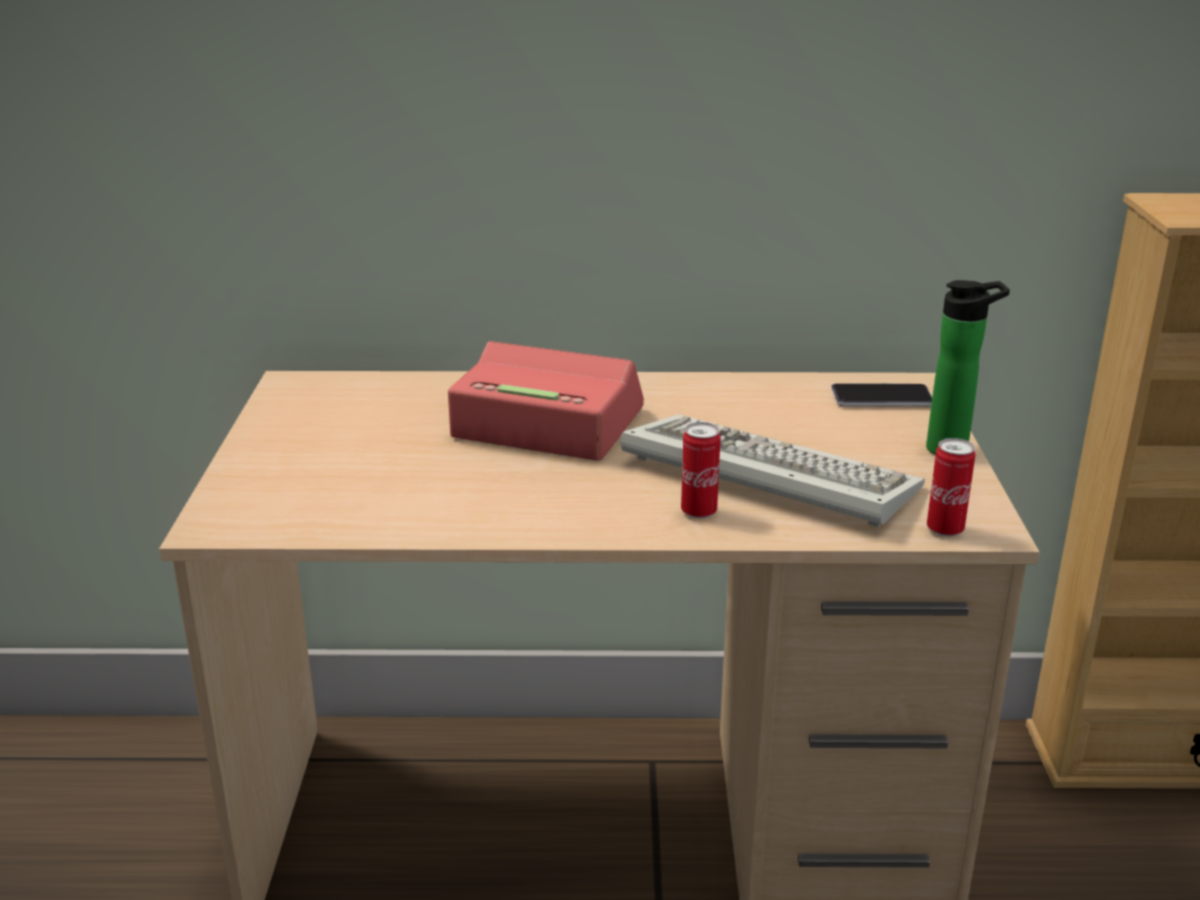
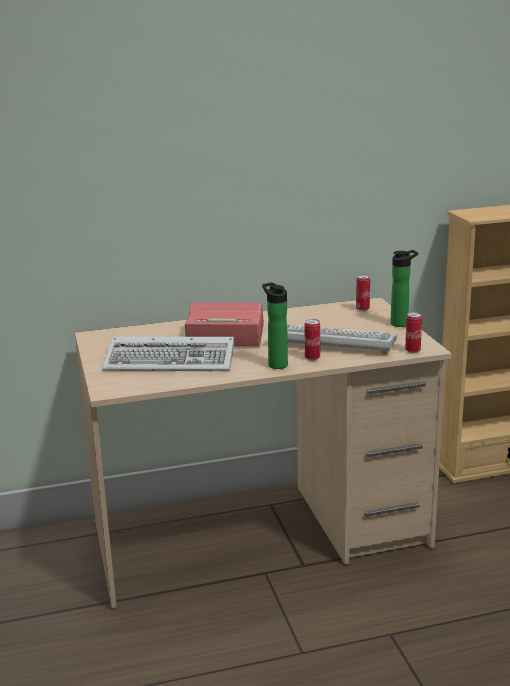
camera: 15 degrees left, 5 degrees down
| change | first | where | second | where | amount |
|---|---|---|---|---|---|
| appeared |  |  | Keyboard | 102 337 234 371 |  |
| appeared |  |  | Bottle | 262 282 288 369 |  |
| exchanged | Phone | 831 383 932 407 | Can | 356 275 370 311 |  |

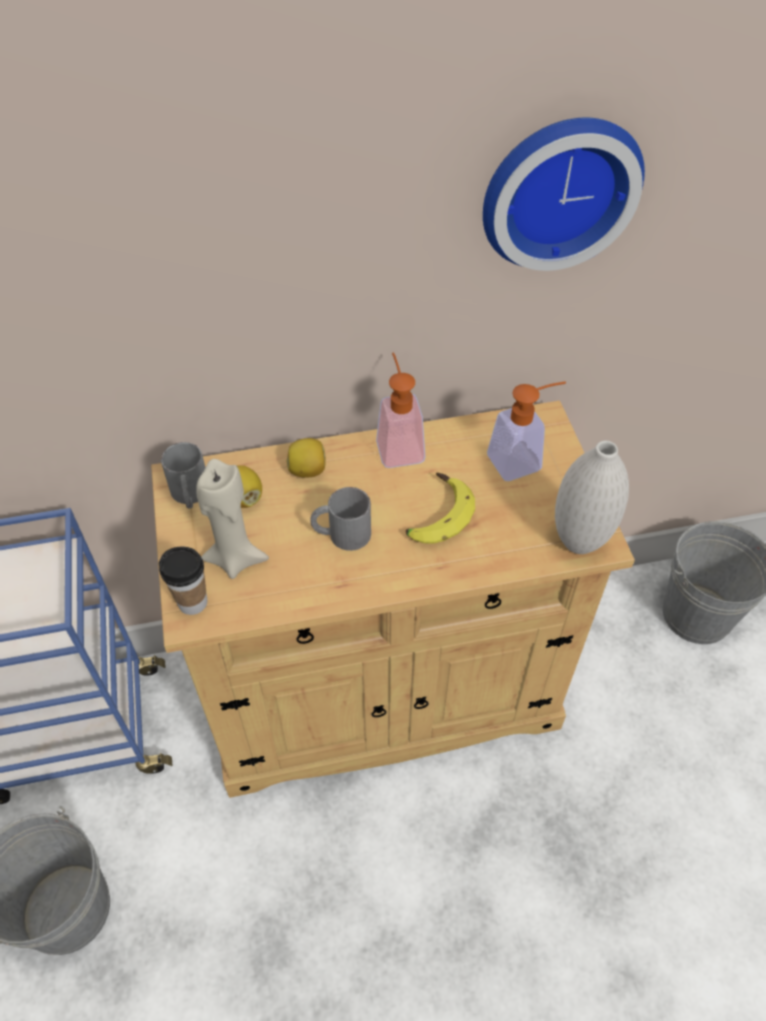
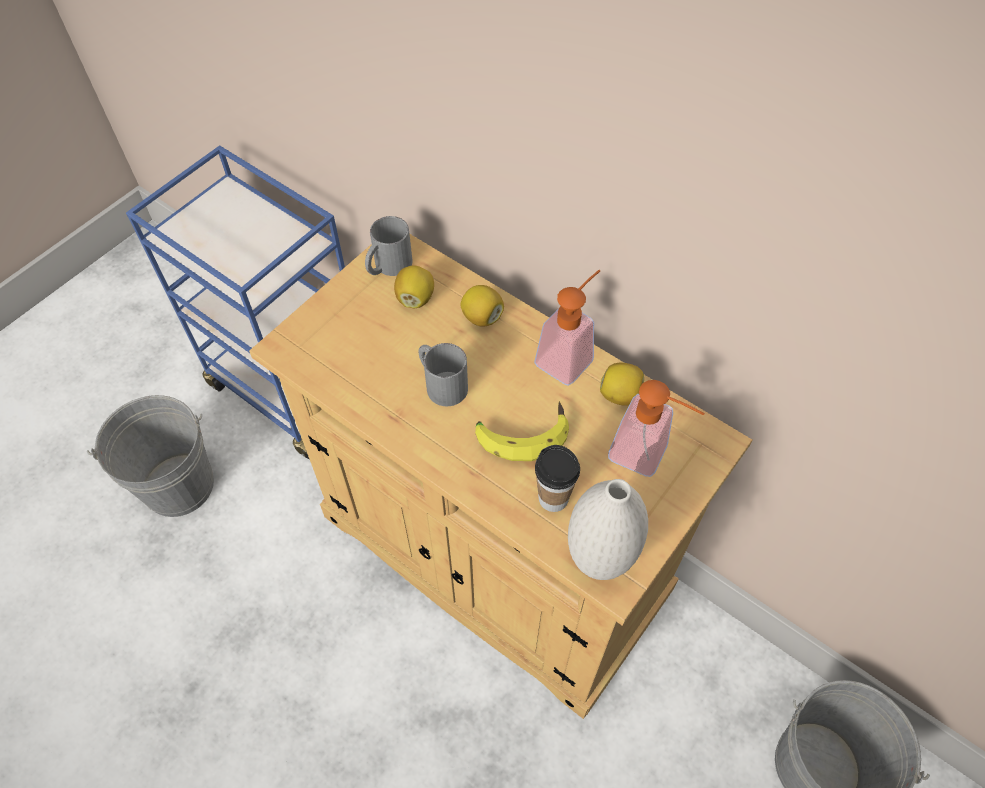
camera: 50 degrees right, 5 degrees up
| change | first | where | second | where | amount |
|---|---|---|---|---|---|
| relocated | Cup | 159 547 207 615 |  | 535 445 580 512 |  |
| appeared |  |  | Lemon | 600 363 644 406 |  |
| missing | BeigeCandle | 196 459 269 579 |  |  |  |
| missing | WallClock | 483 118 645 271 |  |  |  |

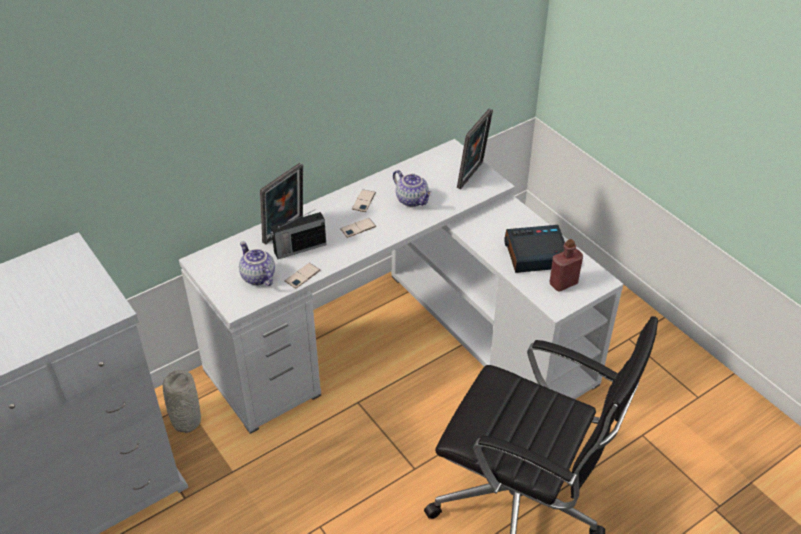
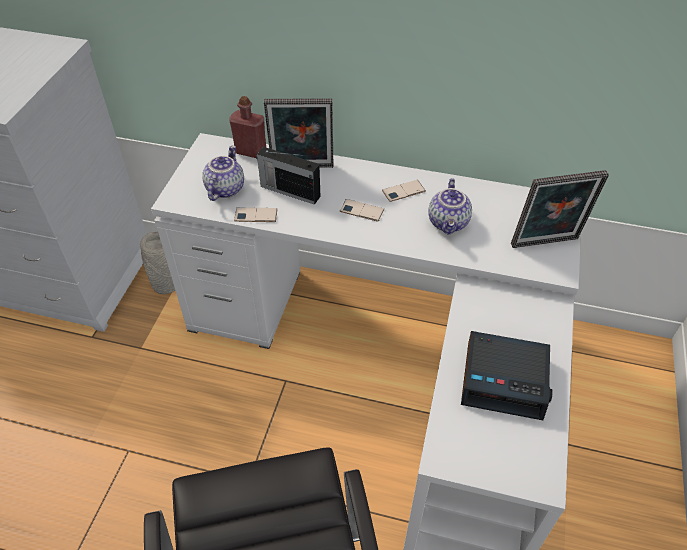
camera: 50 degrees right, 5 degrees up
| change | first | where | second | where | amount |
|---|---|---|---|---|---|
| relocated | RedBottle | 550 239 583 292 |  | 229 96 266 158 |  |
| spun | AlarmClock | 504 225 565 273 |  | 461 331 553 420 | 150 degrees clockwise |

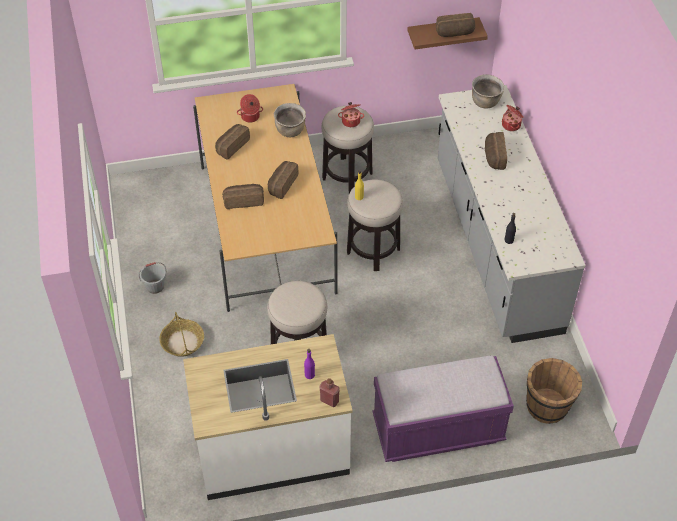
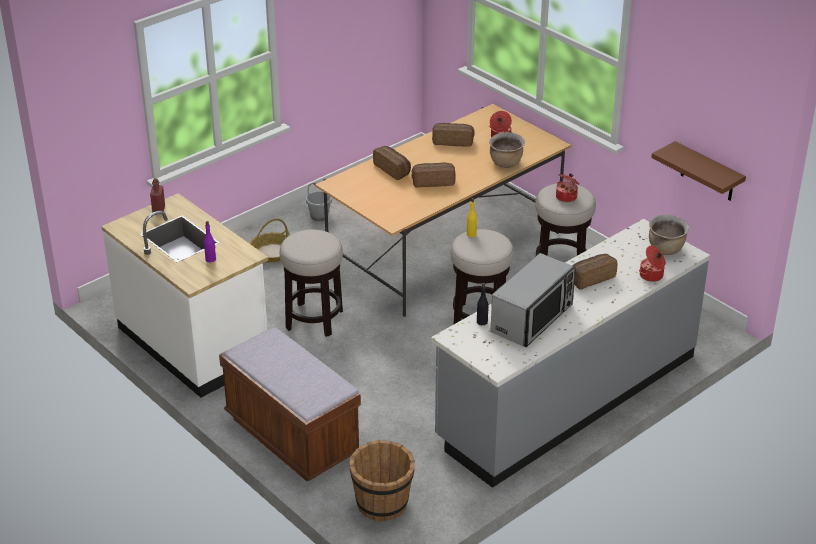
camera: 60 degrees right, 15 degrees down
| change | first | where | second | where | amount |
|---|---|---|---|---|---|
| relocated | RedBottle | 320 378 340 407 |  | 150 178 165 213 |  |
| colour | PurpleBench | 372 355 514 462 | BrownBench | 219 327 361 481 |  |
| appeared |  |  | Microwave | 491 253 576 347 |  |
| missing | Bread | 436 13 475 37 |  |  |  |

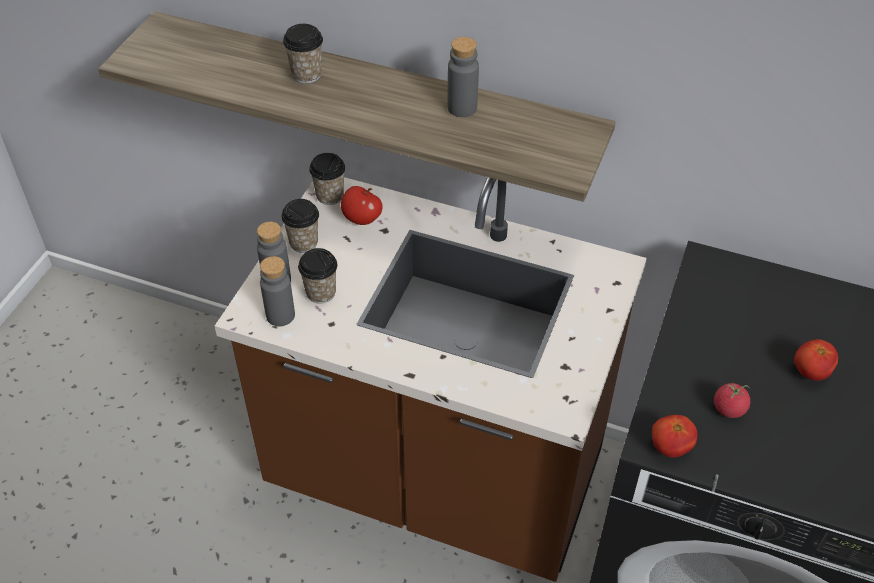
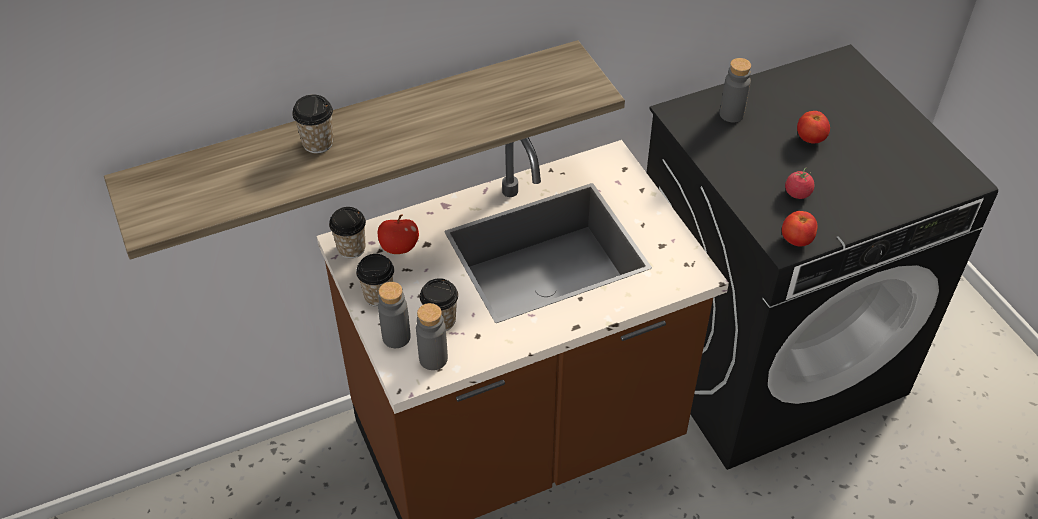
camera: 45 degrees left, 0 degrees up
| change | first | where | second | where | amount |
|---|---|---|---|---|---|
| relocated | GreyBottle | 447 37 479 117 |  | 720 58 751 122 |  |

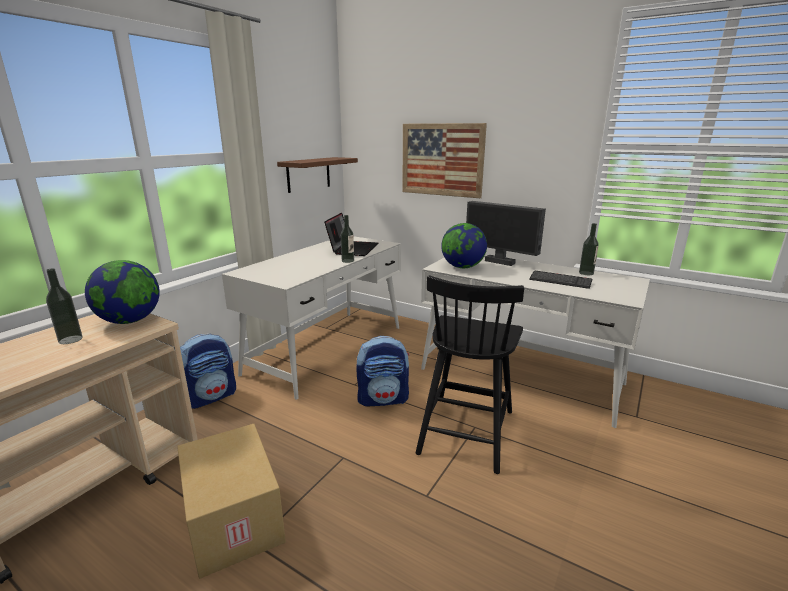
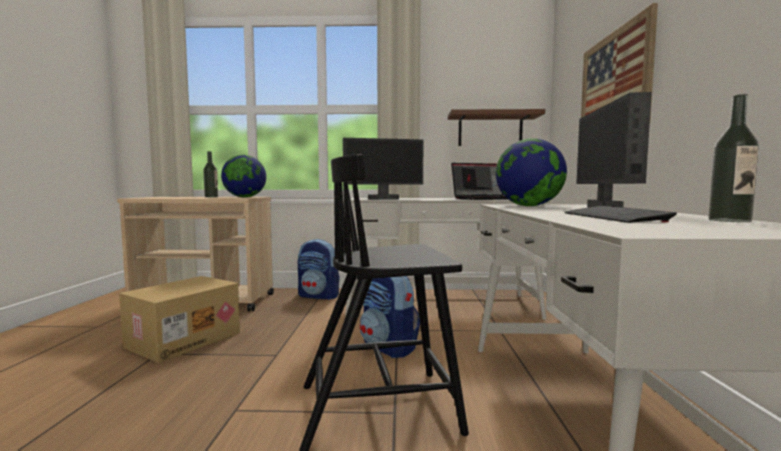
camera: 60 degrees right, 15 degrees down
| change | first | where | second | where | amount |
|---|---|---|---|---|---|
| appeared |  |  | Monitor | 343 138 424 200 |  |
| missing | Bottle | 341 215 354 263 |  |  |  |

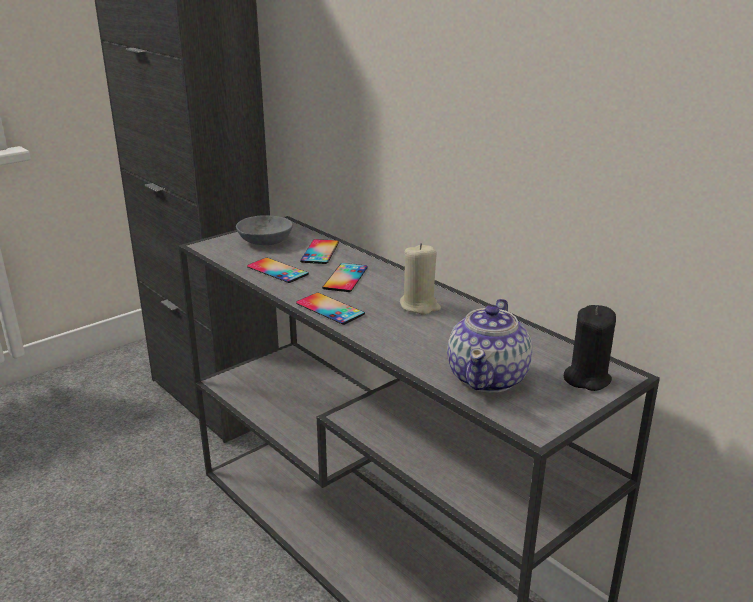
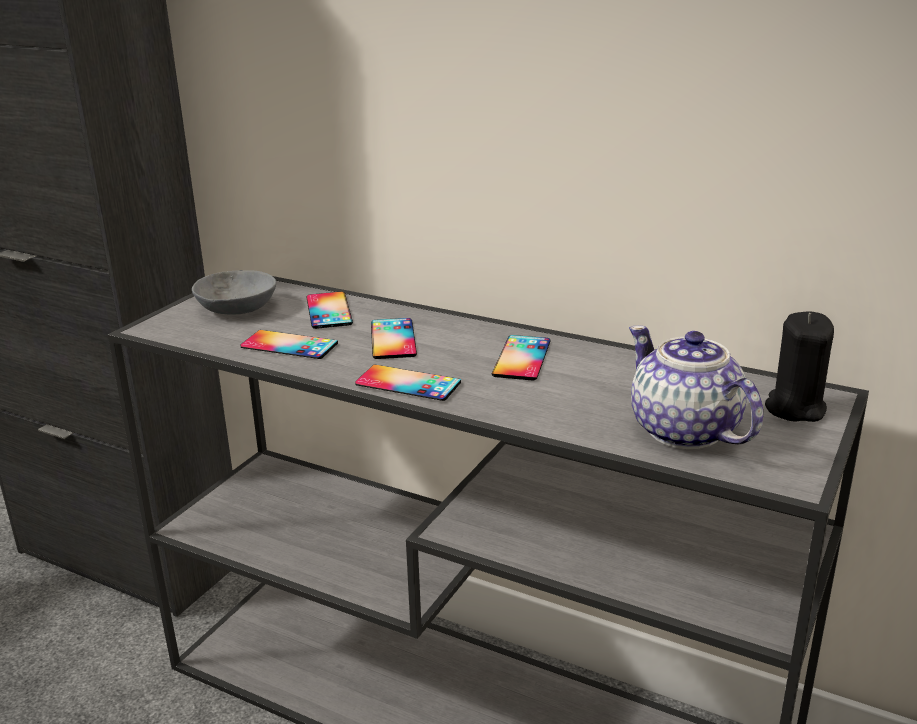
camera: 20 degrees left, 0 degrees up
| change | first | where | second | where | amount |
|---|---|---|---|---|---|
| exchanged | BeigeCandle | 400 243 441 315 | Phone | 492 335 551 381 |  |
| spun | Teapot | 447 299 532 393 |  | 629 326 763 449 | 150 degrees clockwise |

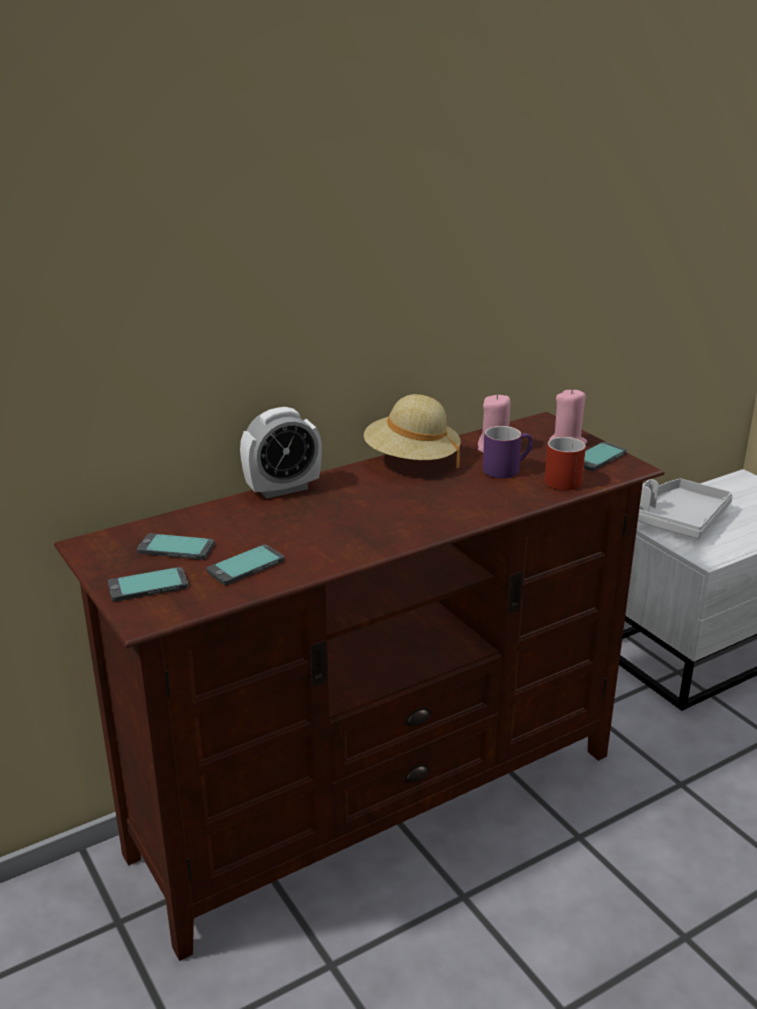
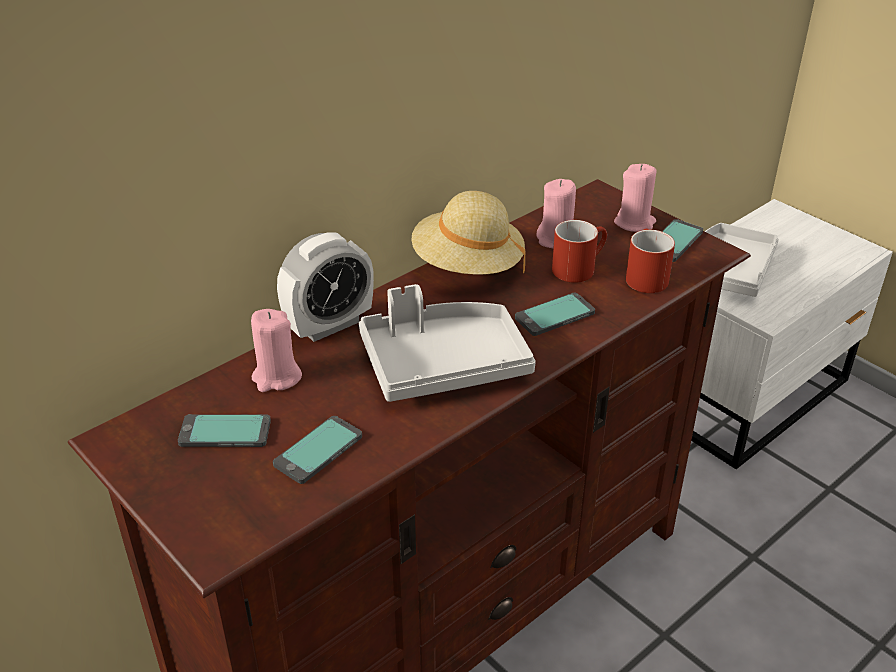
camera: 10 degrees left, 10 degrees up
| change | first | where | second | where | amount |
|---|---|---|---|---|---|
| appeared |  |  | PinkCandle | 251 309 302 392 |  |
| appeared |  |  | GreyTray | 359 284 536 402 |  |
| relocated | Phone | 108 567 188 602 |  | 515 293 595 336 |  |
| colour | PurpleMug | 483 426 533 478 | RedMug | 552 220 607 283 |  |

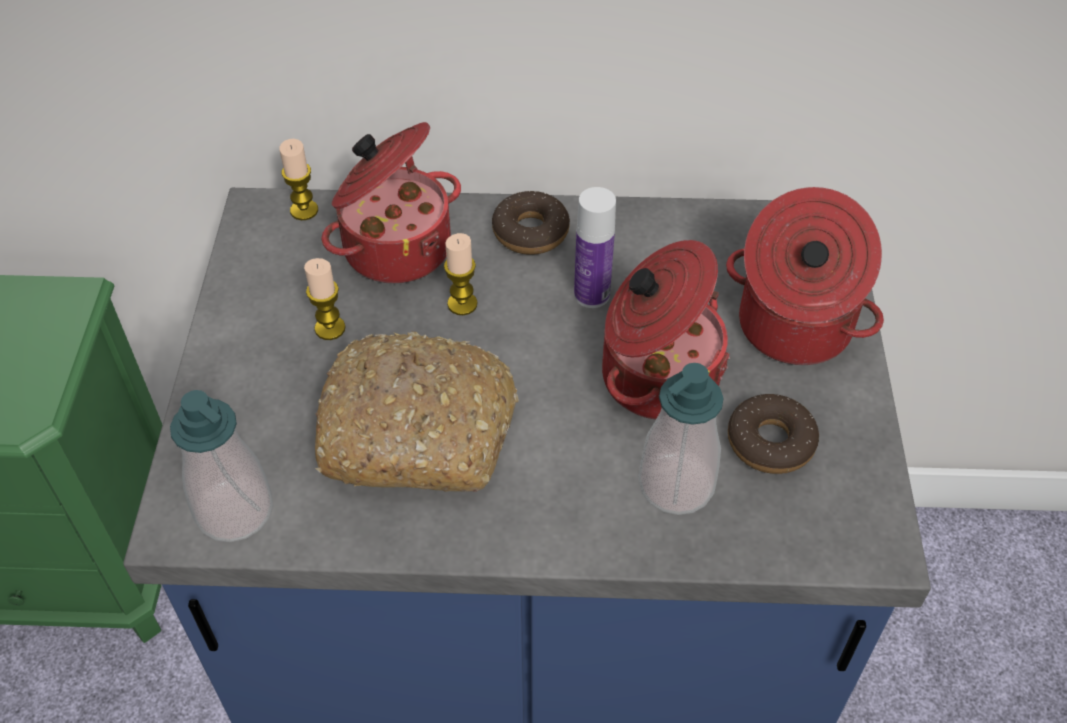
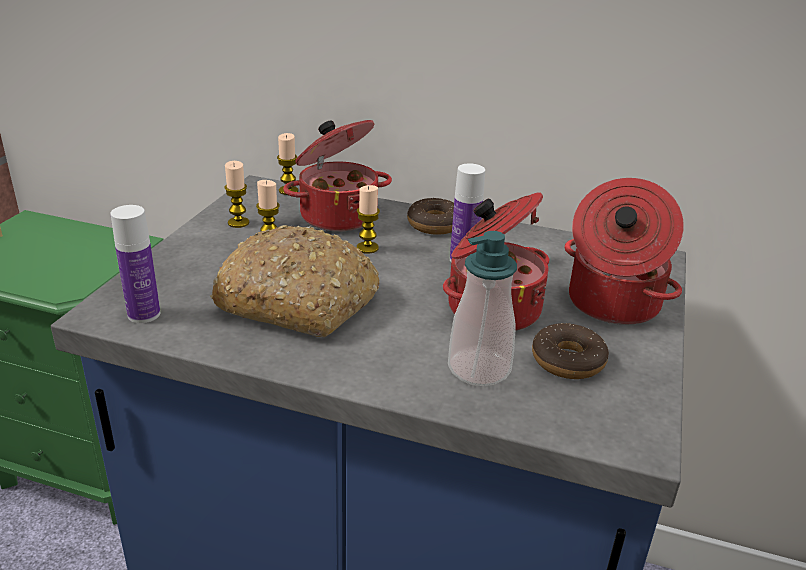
camera: 15 degrees right, 20 degrees down
| change | first | where | second | where | amount |
|---|---|---|---|---|---|
| exchanged | SoapDispenser | 170 390 273 542 | Bottle | 110 205 160 323 |  |
| appeared |  |  | Candle | 224 161 249 228 |  |

